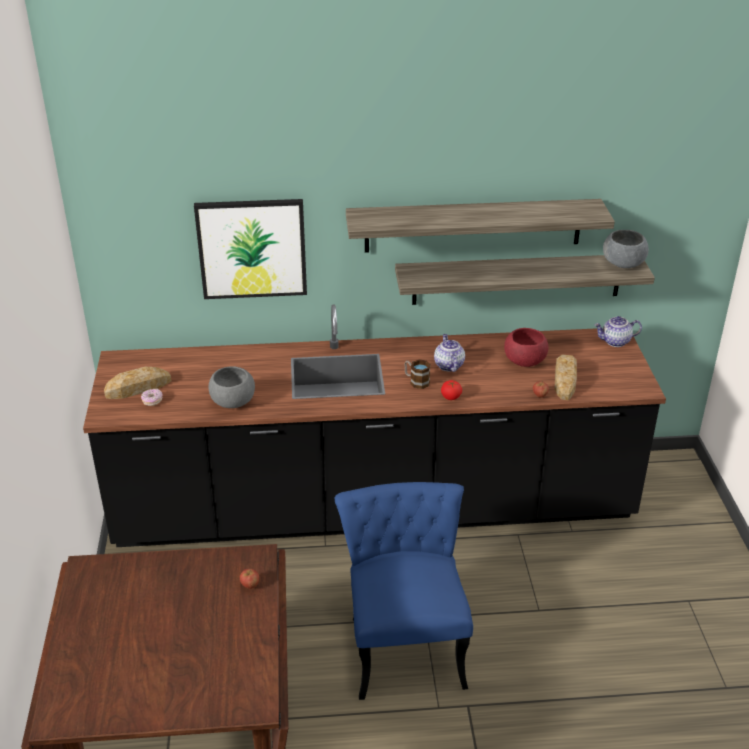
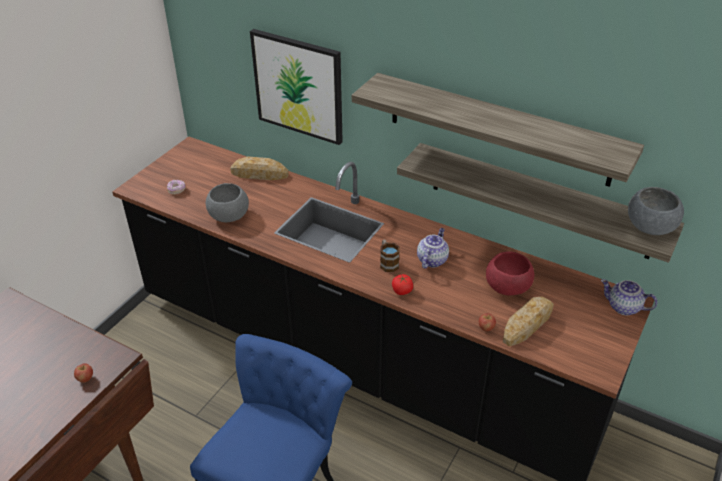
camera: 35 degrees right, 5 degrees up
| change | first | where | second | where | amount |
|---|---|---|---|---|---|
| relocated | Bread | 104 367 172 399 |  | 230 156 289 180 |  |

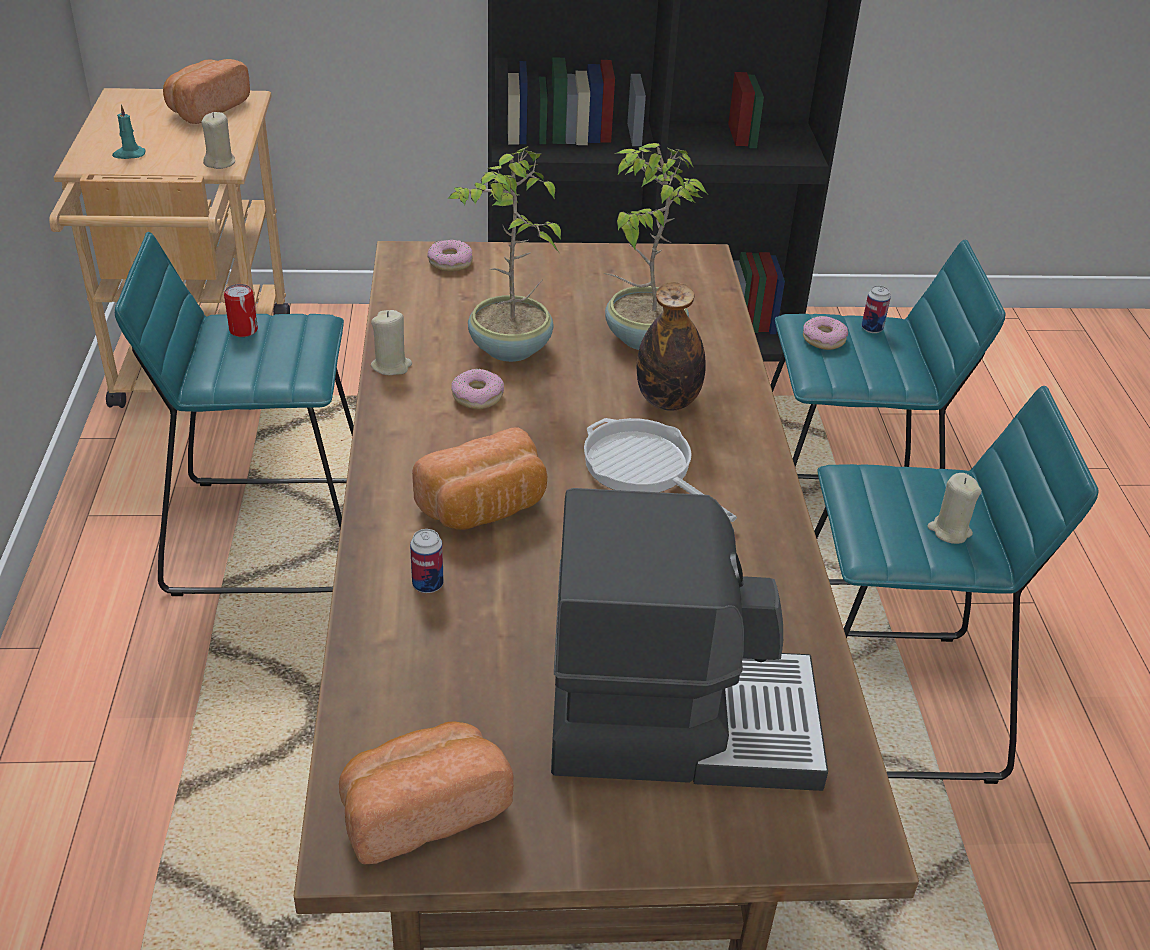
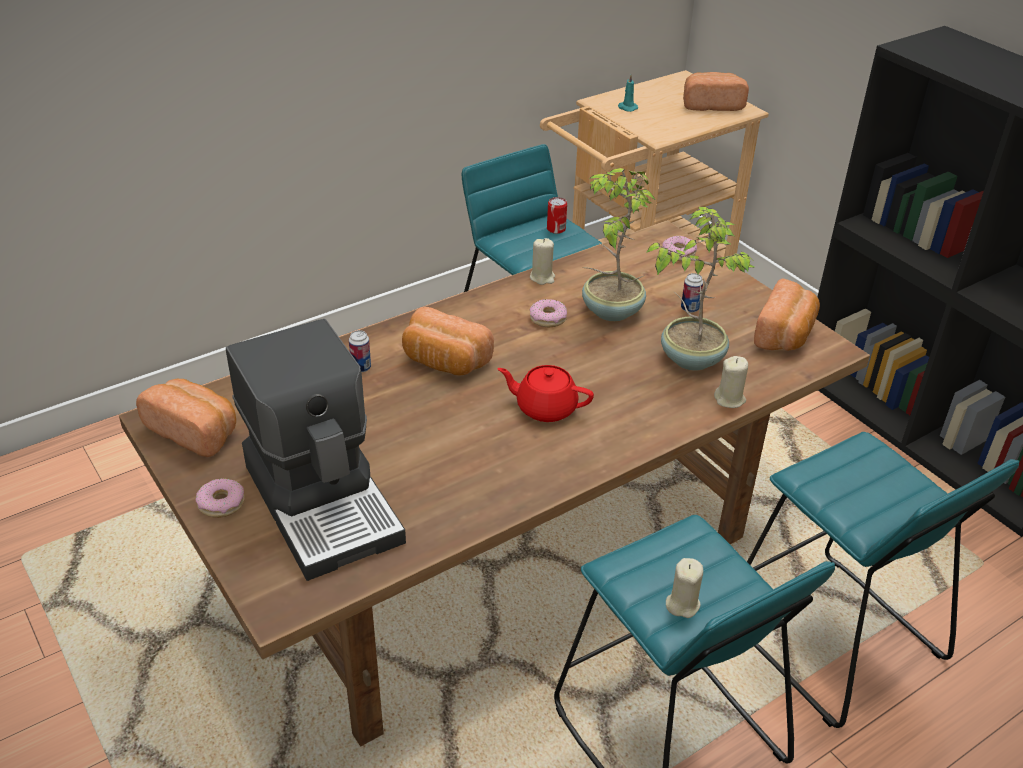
camera: 60 degrees right, 0 degrees up
| change | first | where | second | where | amount |
|---|---|---|---|---|---|
| relocated | Donut | 803 316 848 350 |  | 195 478 245 518 |  |
| exchanged | FryingPan | 584 418 737 522 | RedTeapot | 497 365 594 422 |  |
| relocated | Can | 862 285 891 333 |  | 681 273 703 313 |  |
| relocated | BeigeCandle | 202 112 235 169 |  | 714 356 748 408 |  |
| appeared |  |  | Bread | 754 278 820 351 |  |
| missing | Bottle | 637 282 706 411 |  |  |  |

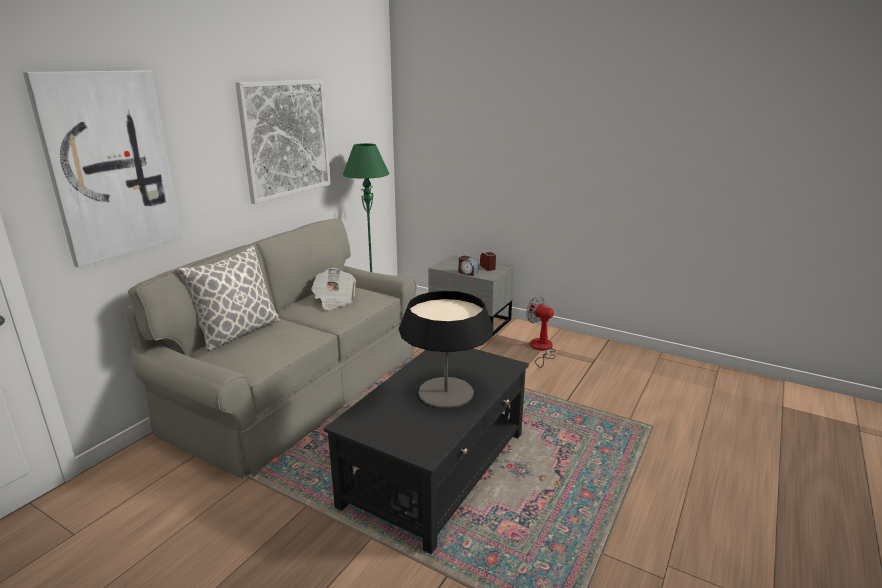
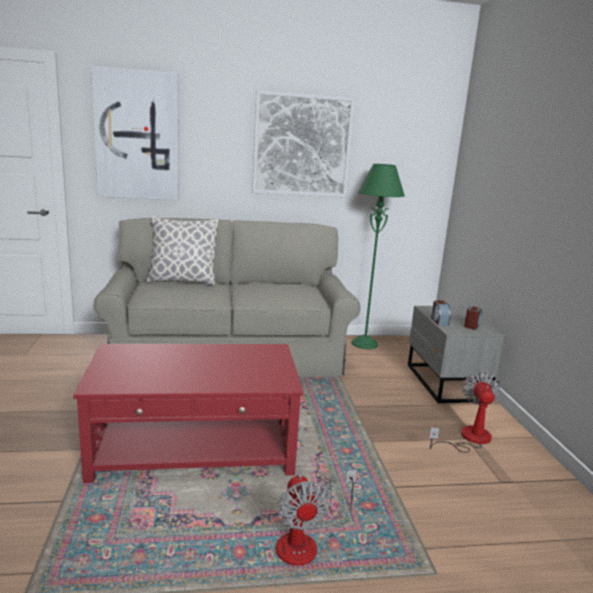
camera: 50 degrees right, 5 degrees down
| change | first | where | second | where | amount |
|---|---|---|---|---|---|
| colour | BlackCoffeeTable | 324 349 529 554 | RedCoffeeTable | 73 344 304 483 |  |
| appeared |  |  | Fan | 276 470 357 566 |  |
| missing | Newspaper | 311 268 356 310 |  |  |  |
| missing | TableLamp | 399 291 494 408 |  |  |  |

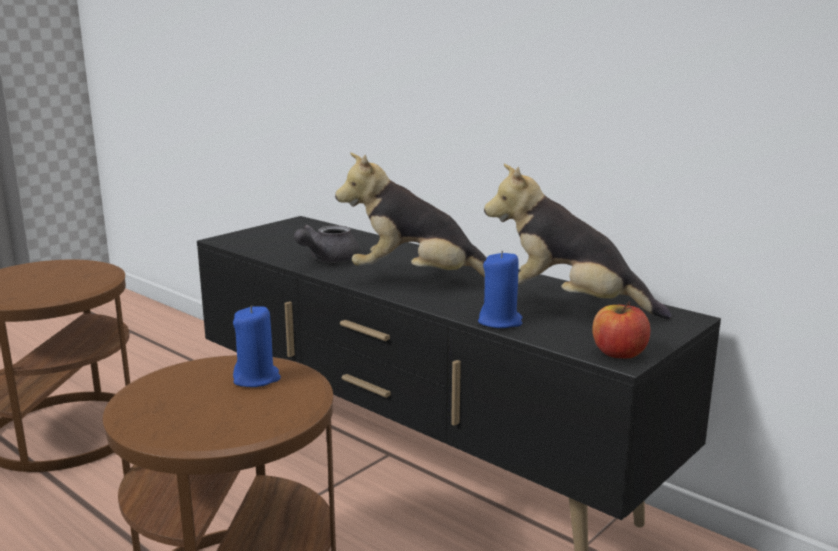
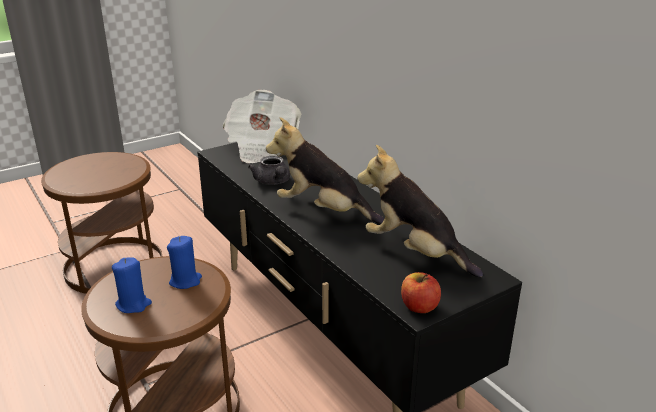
camera: 15 degrees right, 10 degrees up
| change | first | where | second | where | amount |
|---|---|---|---|---|---|
| relocated | BlueCandle | 478 251 522 328 |  | 112 257 152 313 |  |
| appeared |  |  | Newspaper | 223 90 301 163 |  |
| spun | GreyTeapot | 294 225 360 263 |  | 248 156 290 185 | 75 degrees counterclockwise |

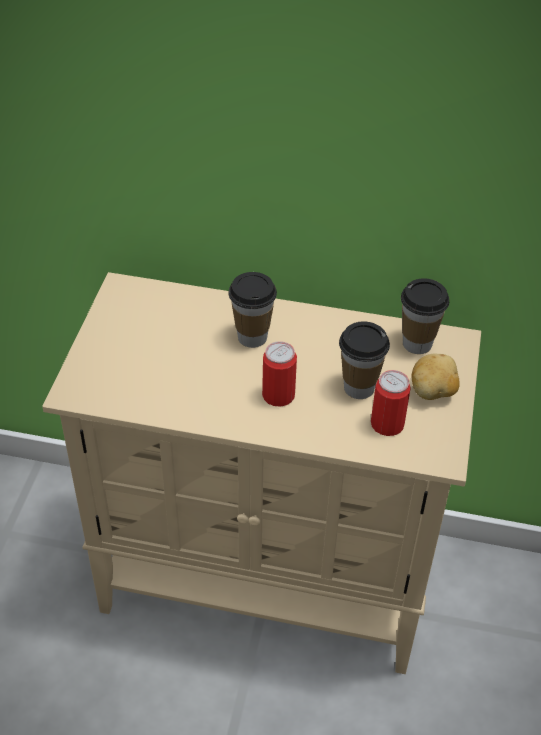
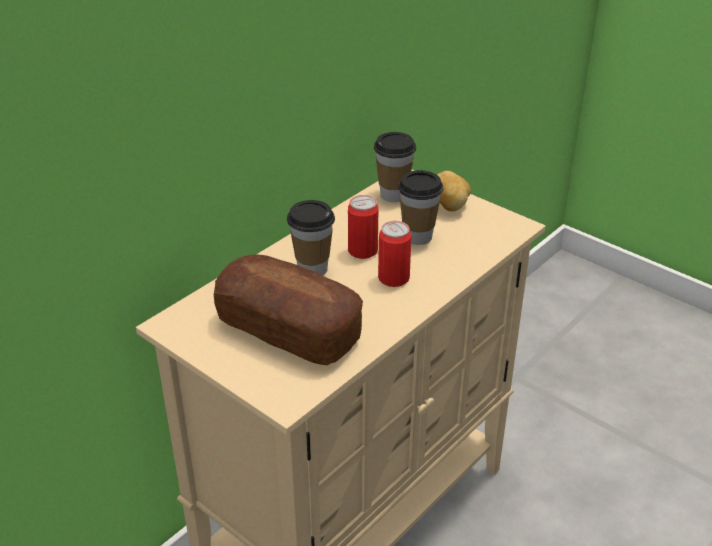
camera: 60 degrees left, 10 degrees down
| change | first | where | second | where | amount |
|---|---|---|---|---|---|
| appeared |  |  | Bread | 214 255 363 365 |  |
| relocated | Can | 371 370 411 436 |  | 348 195 379 259 |  |

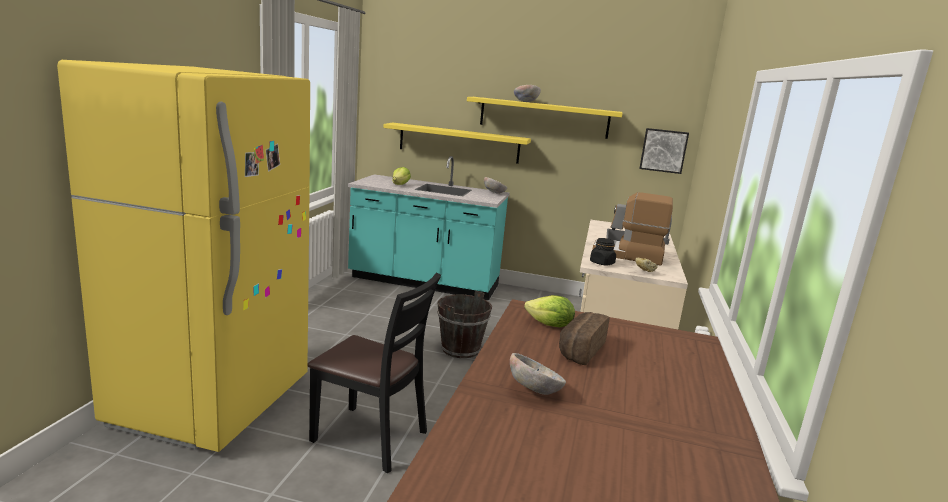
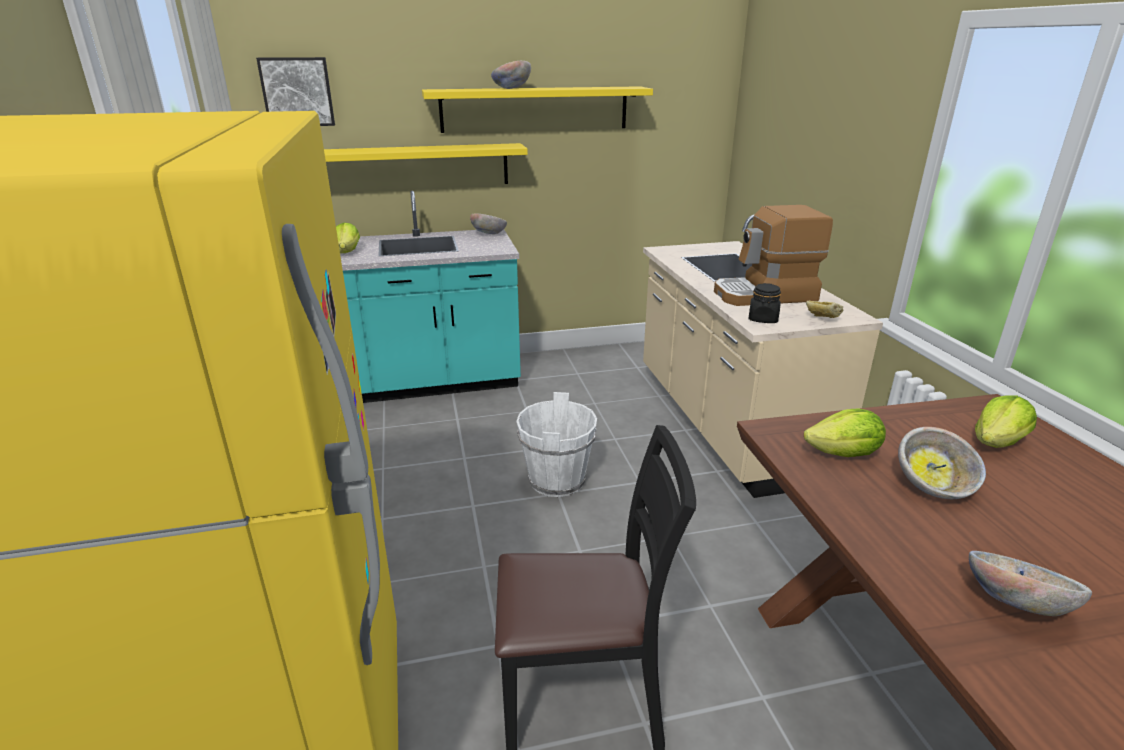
camera: 25 degrees left, 10 degrees up
| change | first | where | second | where | amount |
|---|---|---|---|---|---|
| relocated | Picture | 639 128 689 174 |  | 256 57 335 126 |  |
| colour | BrownBucket | 437 290 492 358 | WhiteBucket | 516 392 597 497 |  |
| exchanged | Bread | 559 312 609 365 | Bowl | 898 427 986 499 |  |
| appeared |  |  | Lettuce | 975 395 1037 448 |  |

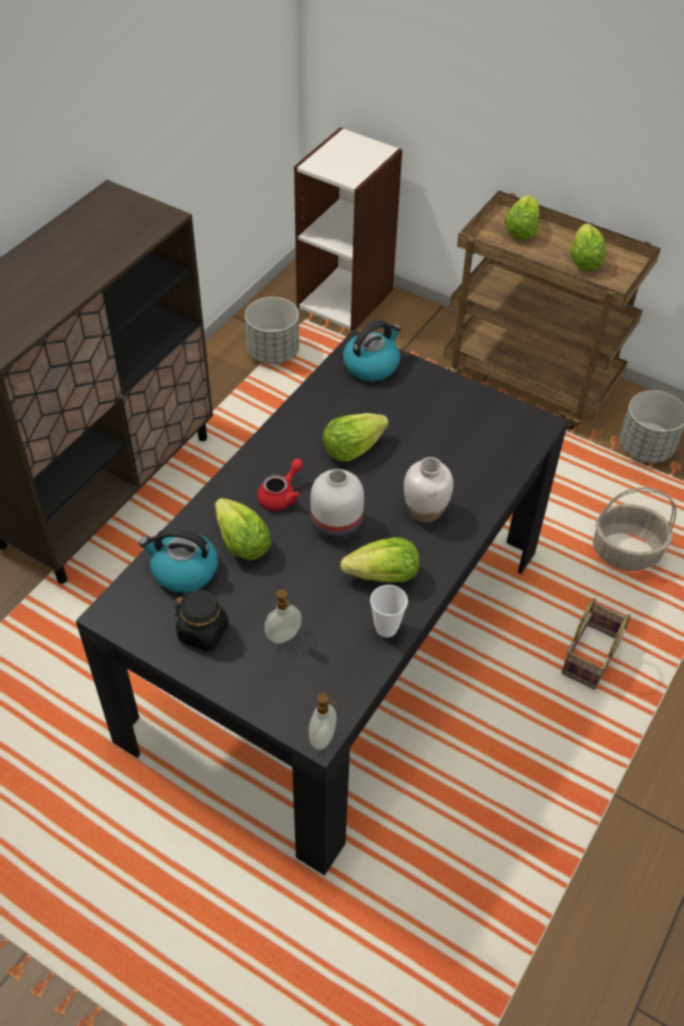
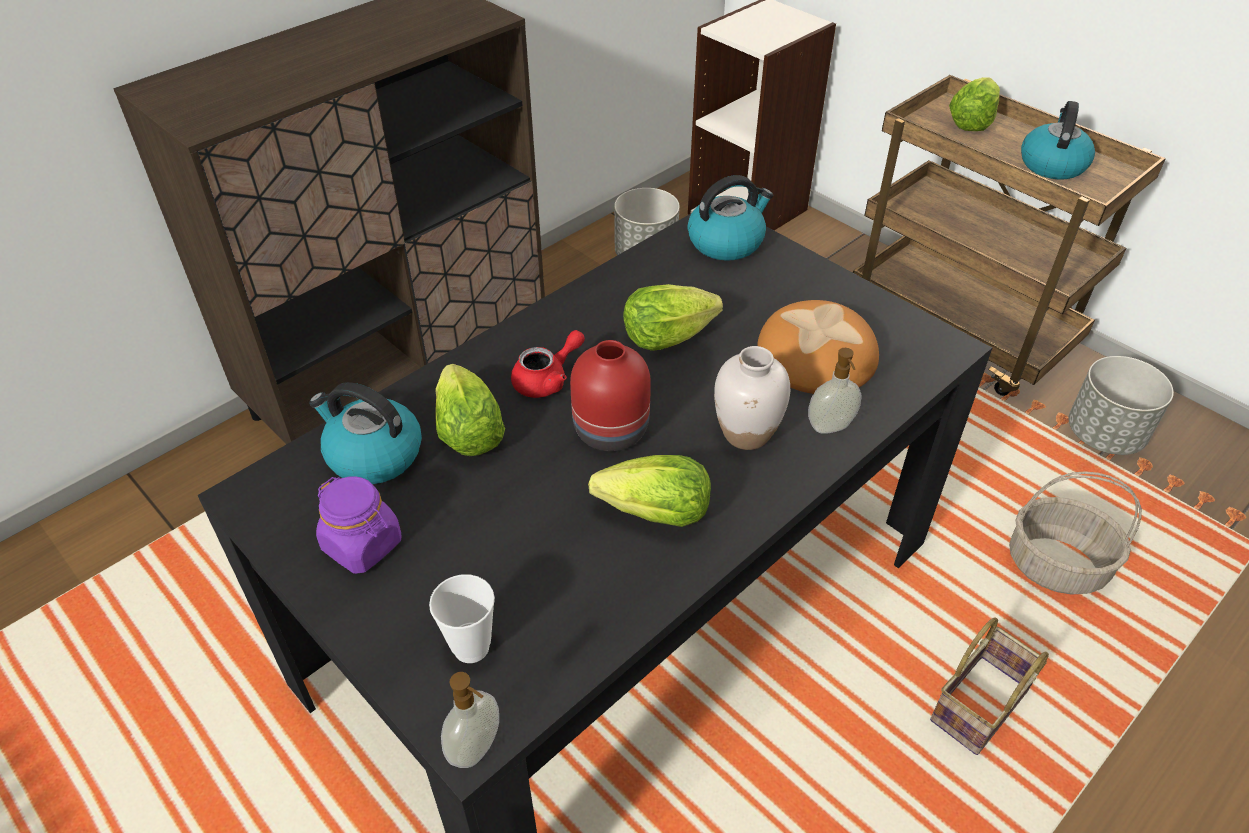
camera: 15 degrees right, 5 degrees down
| change | first | where | second | where | amount |
|---|---|---|---|---|---|
| colour | BlackJar | 175 590 229 652 | PurpleJar | 316 476 401 574 |  |
| relocated | Cup | 370 585 408 637 |  | 429 574 495 663 |  |
| colour | WhiteVase | 311 469 364 540 | RedVase | 570 340 651 451 |  |
| appeared |  |  | Bread | 757 300 879 394 |  |
| relocated | SoapDispenser | 264 589 302 644 |  | 808 348 862 434 |  |
| exchanged | Lettuce | 570 223 606 271 | Kettle | 1021 101 1095 180 |  |

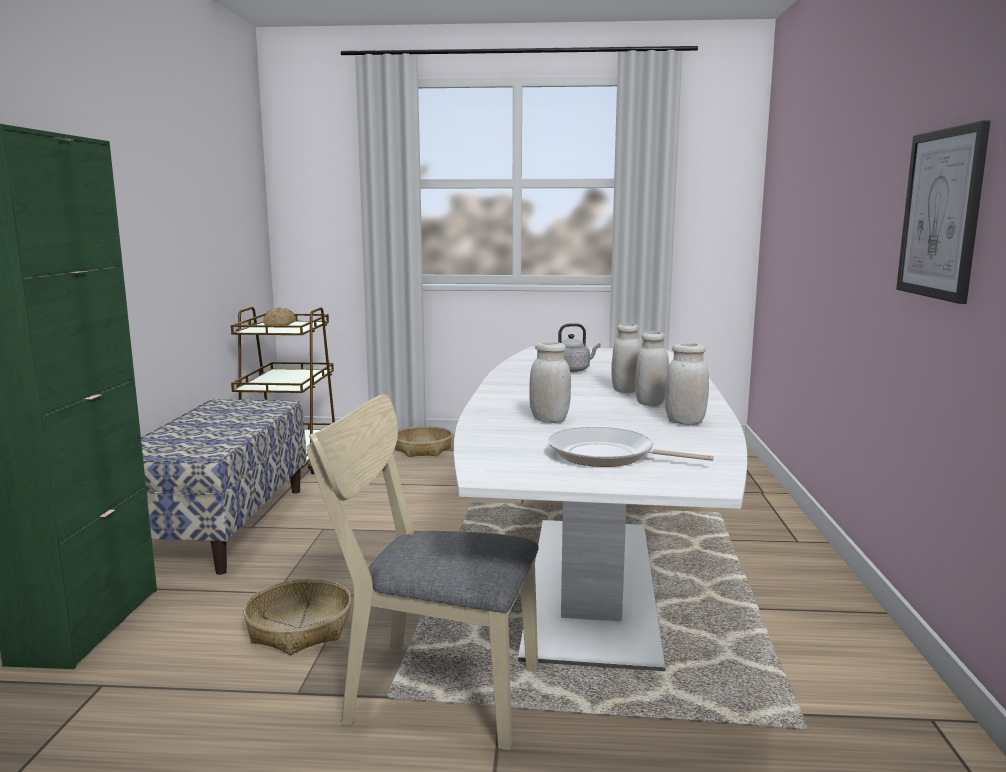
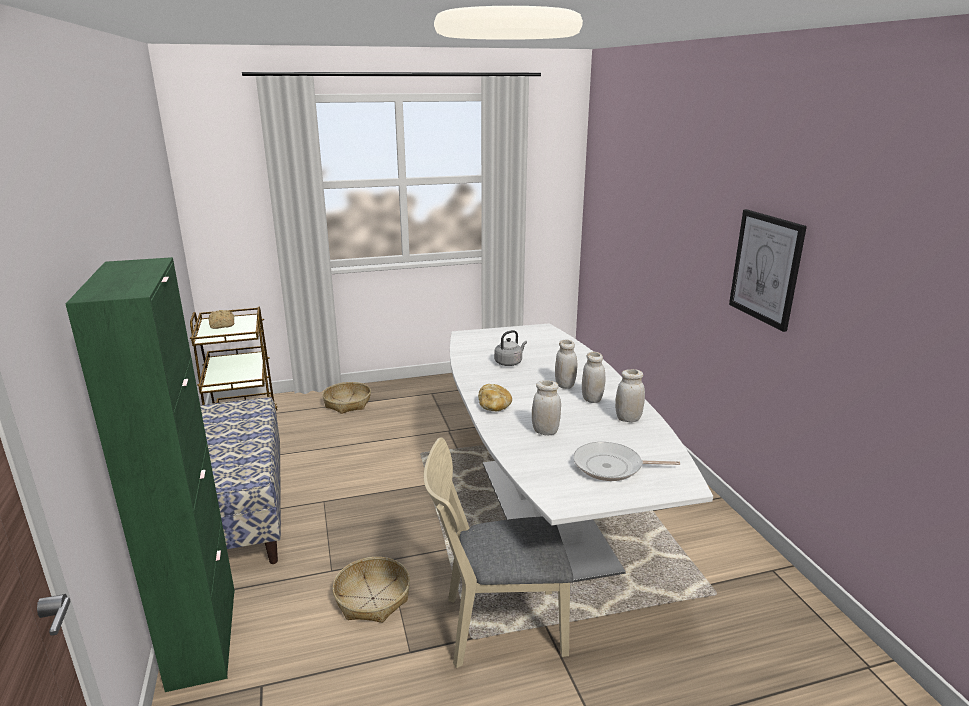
camera: 20 degrees left, 10 degrees up
| change | first | where | second | where | amount |
|---|---|---|---|---|---|
| appeared |  |  | Bread | 478 384 512 411 |  |

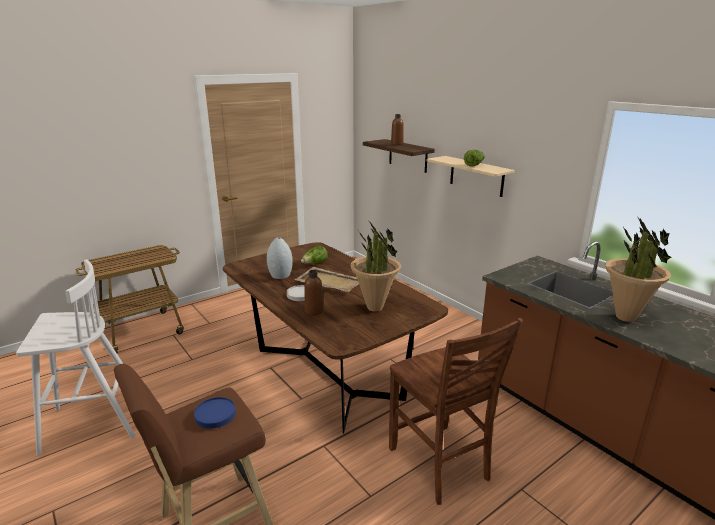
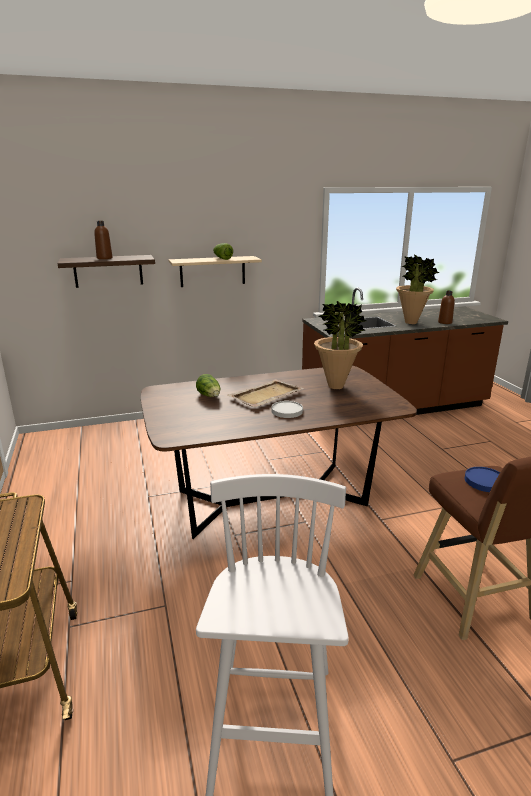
camera: 70 degrees left, 0 degrees up
| change | first | where | second | where | amount |
|---|---|---|---|---|---|
| relocated | BrownBottle | 305 270 324 315 |  | 438 291 455 324 |  |
| missing | GreyVase | 267 237 293 279 |  |  |  |
| missing | BrownChair | 389 318 523 505 |  |  |  |

